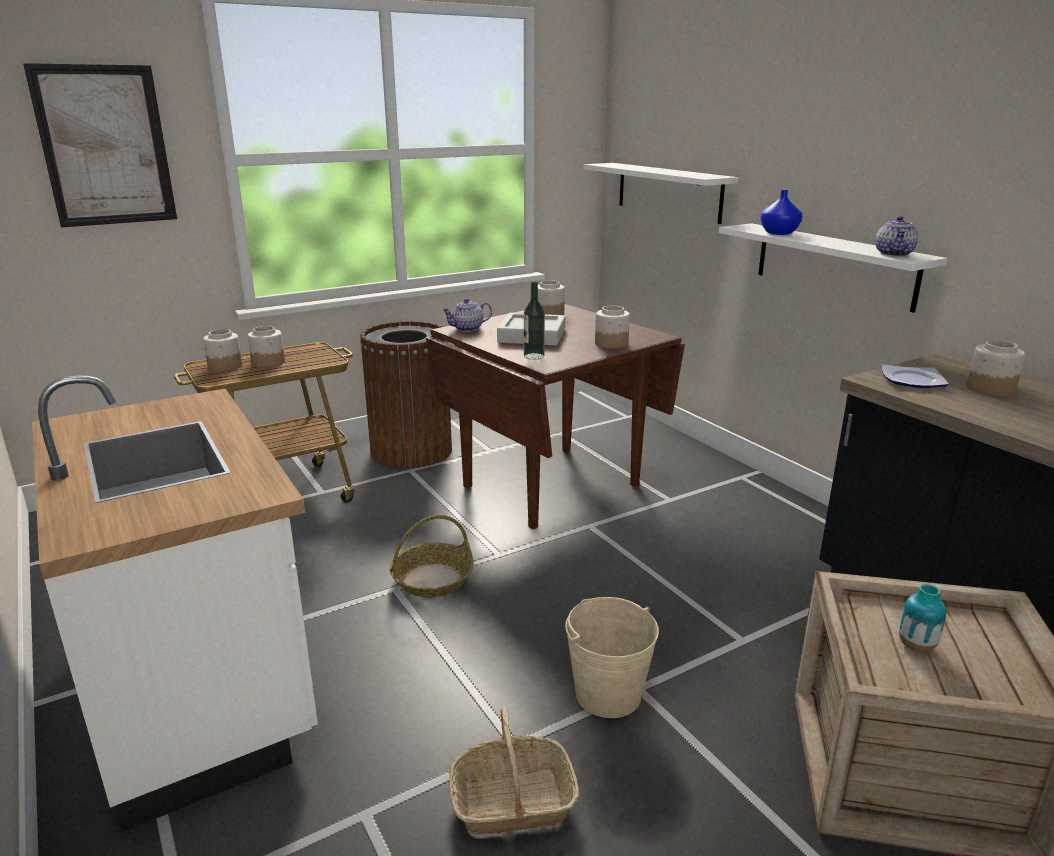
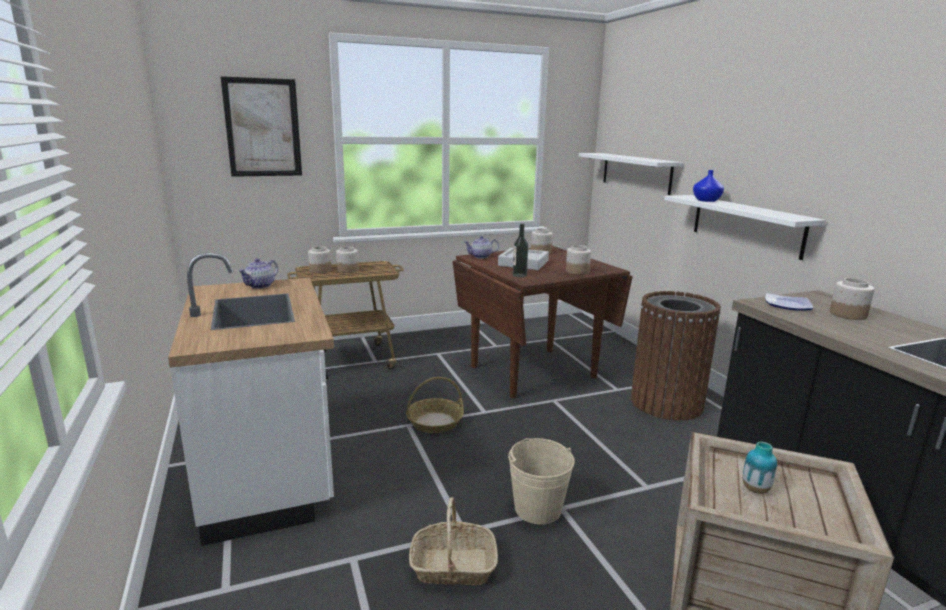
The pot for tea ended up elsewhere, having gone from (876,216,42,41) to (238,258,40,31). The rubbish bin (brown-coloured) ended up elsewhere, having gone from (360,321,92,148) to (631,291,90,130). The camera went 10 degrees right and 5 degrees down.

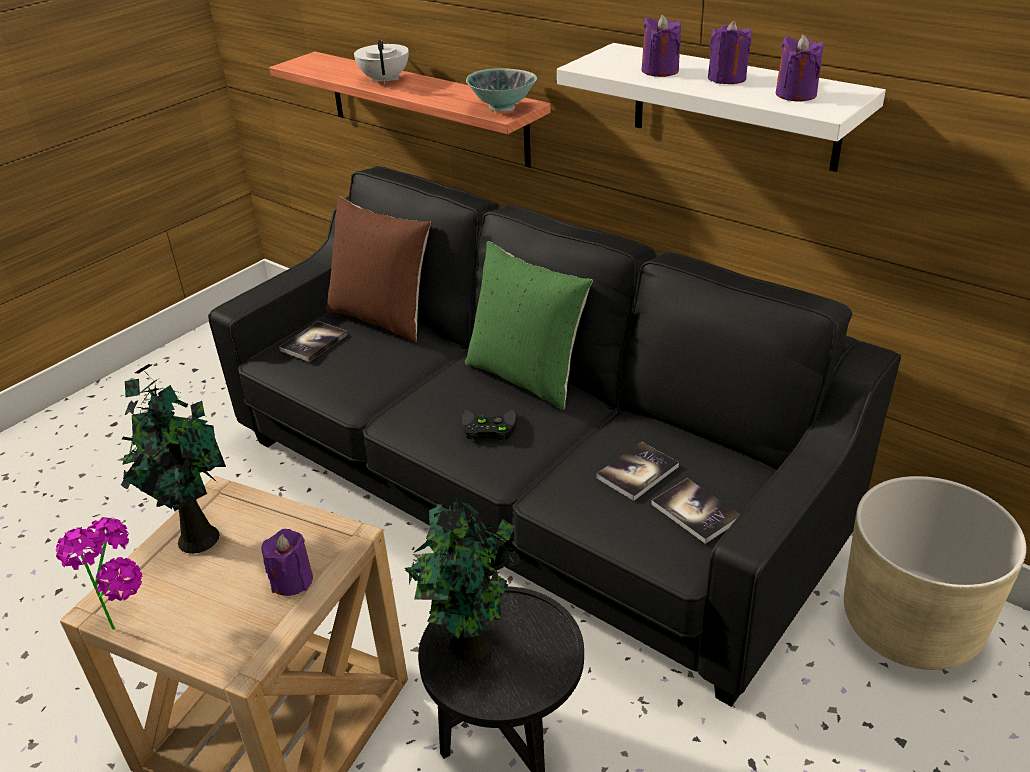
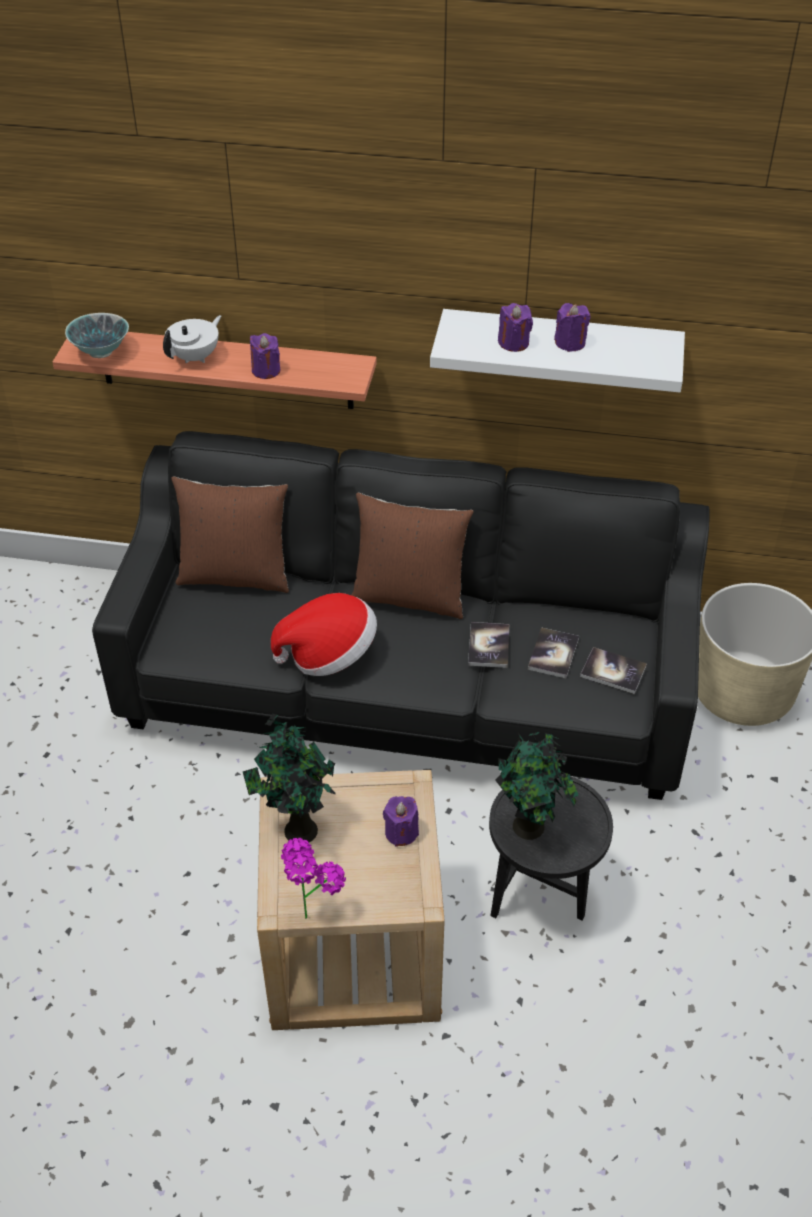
The serving bowl ended up elsewhere, having gone from (466,68,71,44) to (65,313,64,45). The pot for tea (white) at (354,40,55,45) ended up facing another way, 75 degrees clockwise from before. The candle (purple) ended up elsewhere, having gone from (776,34,47,68) to (250,333,30,46). The second view gained the hat at (271,593,106,83). What was the throw pillow (green) at (465,241,128,169) turned into the throw pillow (brown-coloured) at (351,493,123,126). The volume ended up elsewhere, having gone from (279,321,68,41) to (468,622,41,46). The second view lost the game controller (blackish) at (462,409,55,33). The camera went 30 degrees left and 10 degrees up.

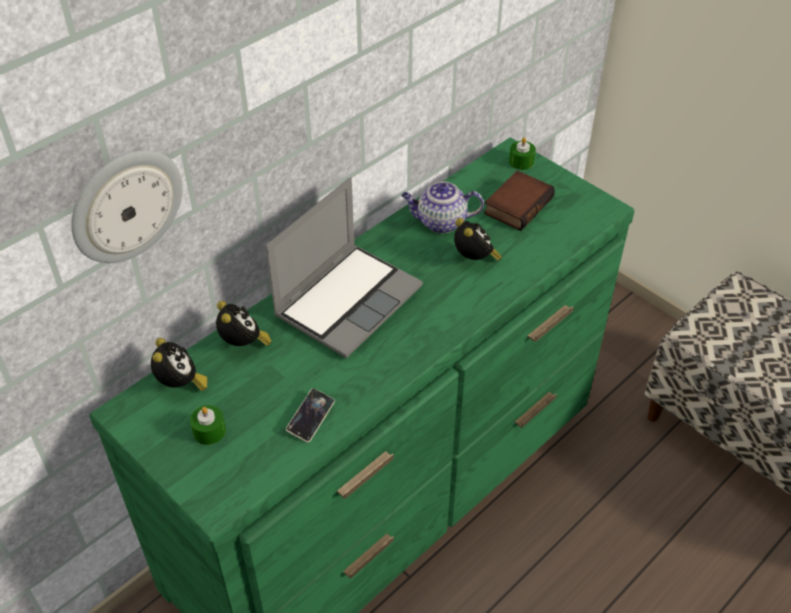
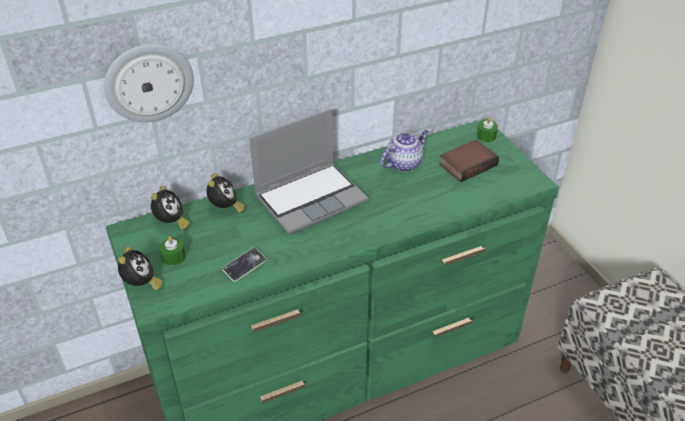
The alarm clock ended up elsewhere, having gone from (454,218,48,43) to (118,246,45,45). The pot for tea at (401,181,83,52) ended up facing another way, 120 degrees clockwise from before. The camera went 20 degrees right and 5 degrees down.

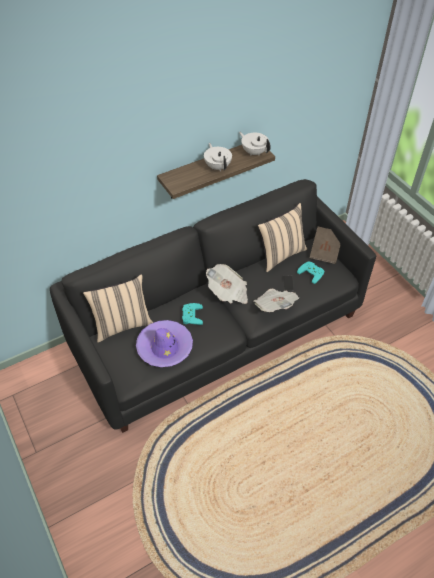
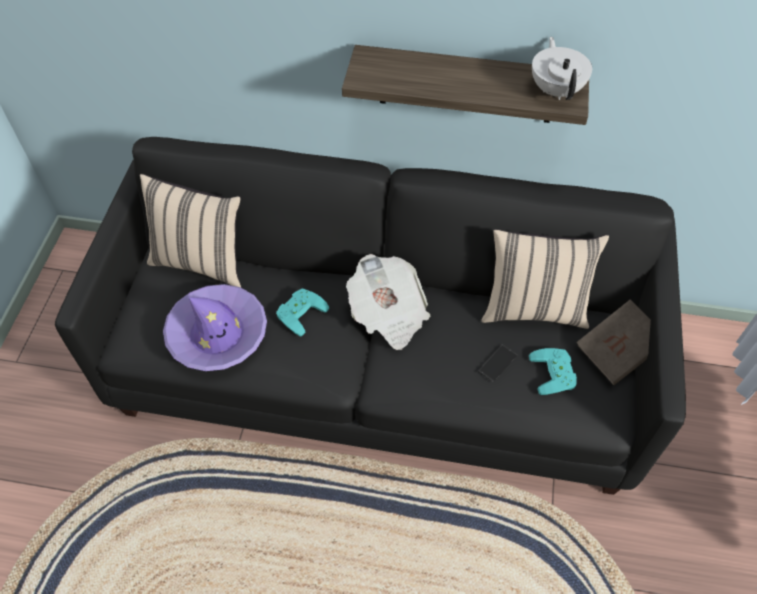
The second view lost the pot for tea (white) at (204,143,28,28). The second view lost the daily paper at (253,289,46,23). The camera went 40 degrees right and 5 degrees up.

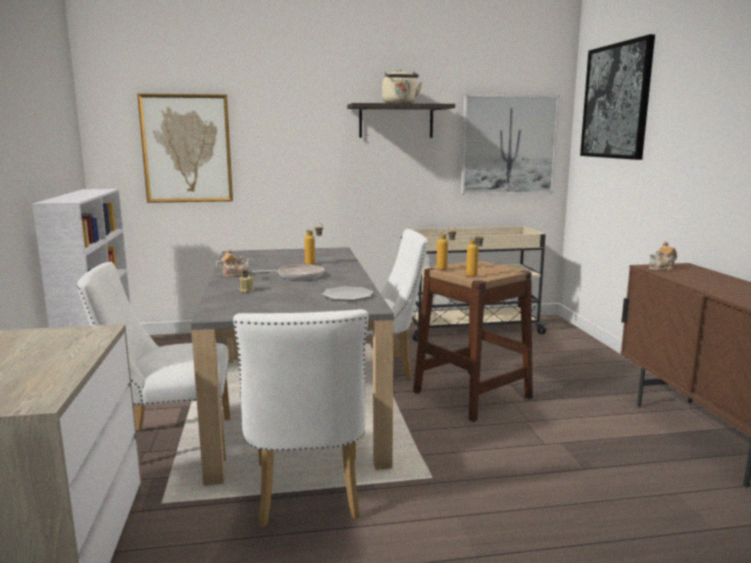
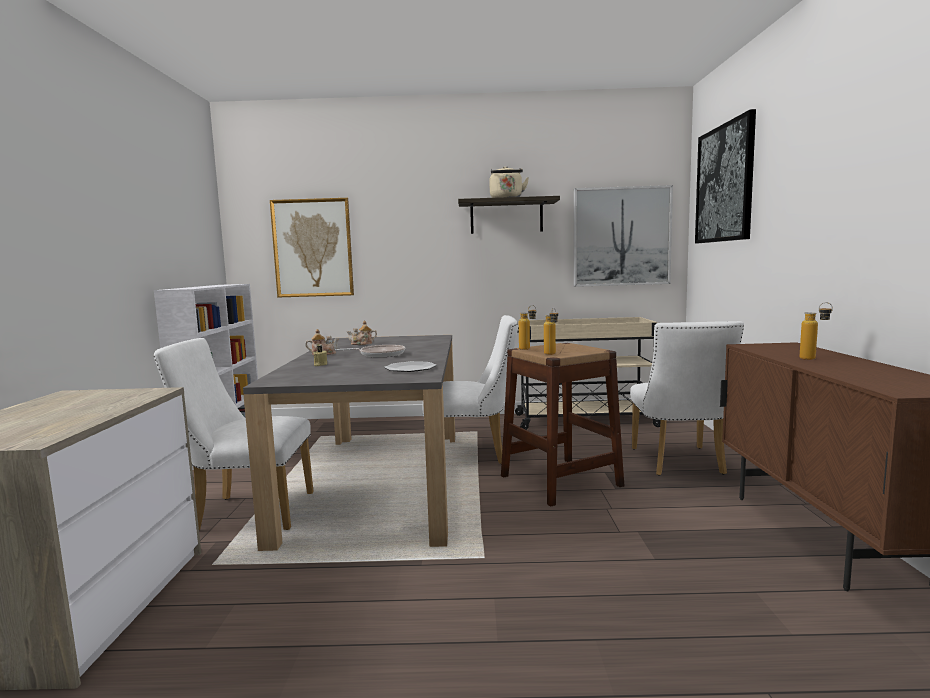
The pot for tea ended up elsewhere, having gone from (649,241,28,30) to (347,321,30,24). The upright chair (white) ended up elsewhere, having gone from (233,309,136,218) to (630,321,114,155). The drink bottle ended up elsewhere, having gone from (304,223,19,42) to (800,302,33,58). The camera went 10 degrees right and 5 degrees down.

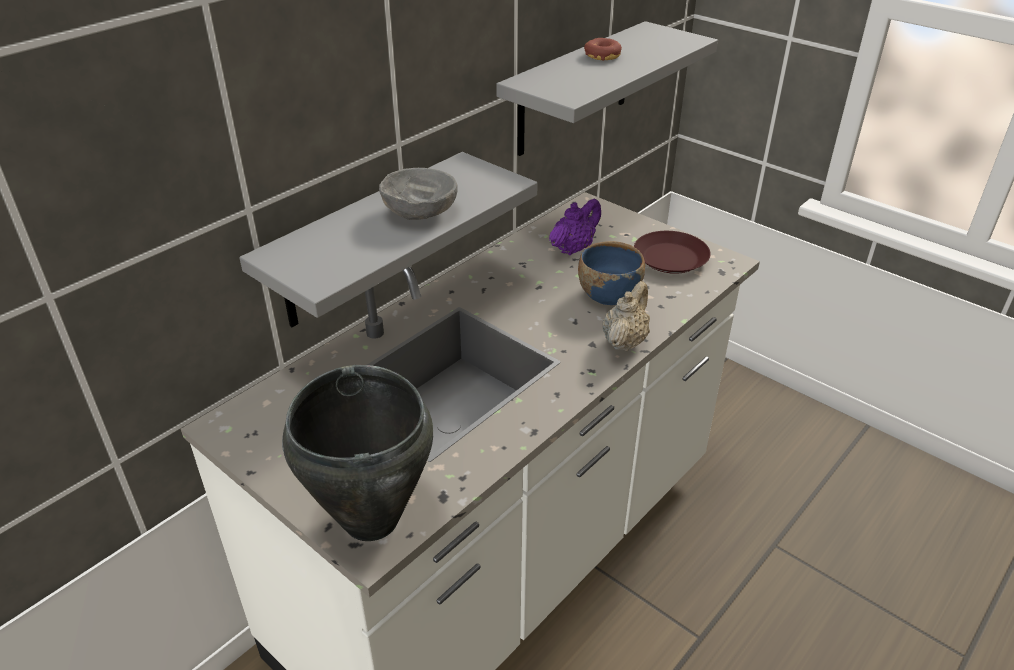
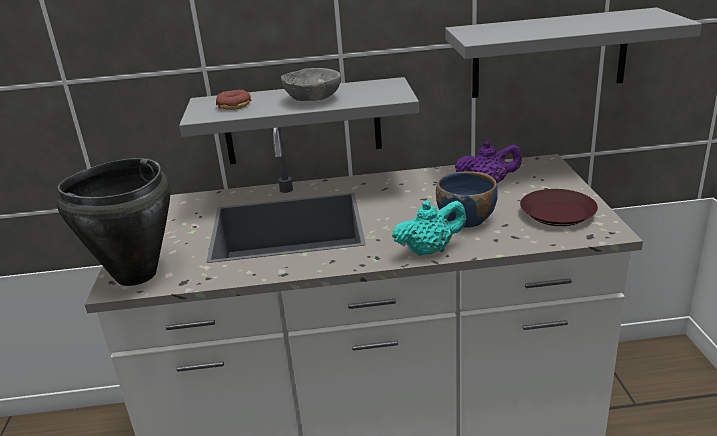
The donut ended up elsewhere, having gone from (584,38,38,23) to (216,90,35,20). What was the pot for tea (beige) at (603,281,47,70) turned into the pot for tea (turquoise-coloured) at (392,200,74,56). The camera went 45 degrees right and 10 degrees down.

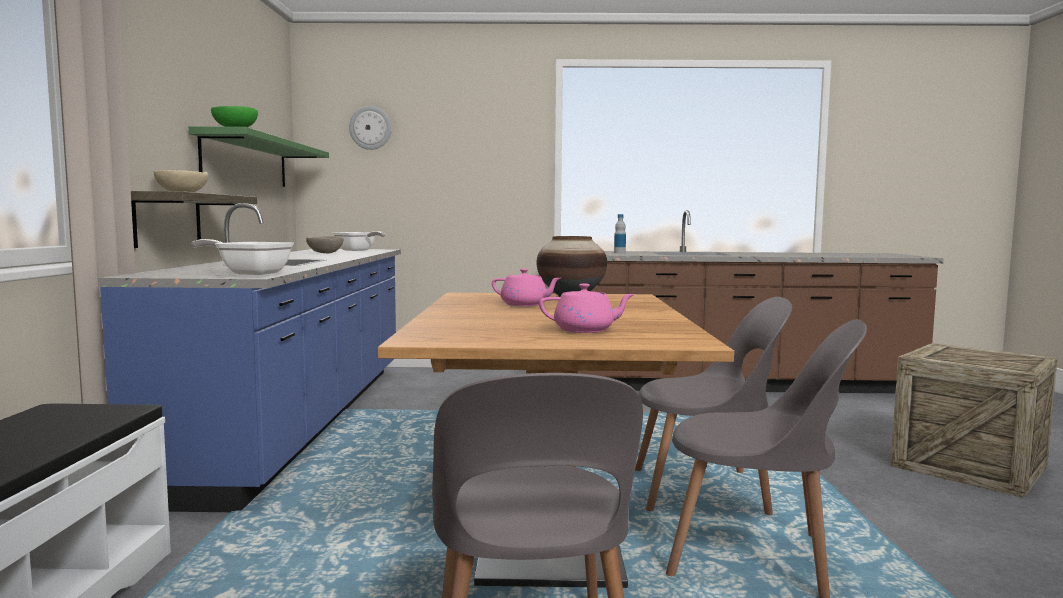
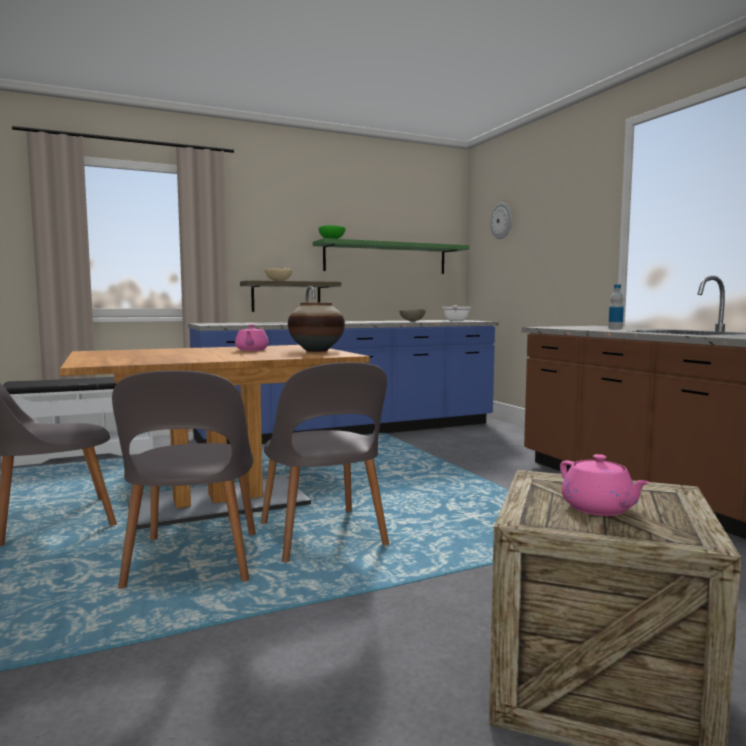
The pot for tea (pink) ended up elsewhere, having gone from (539,283,96,50) to (560,454,90,62). The second view lost the pan at (191,239,103,36). The camera went 65 degrees right and 0 degrees up.

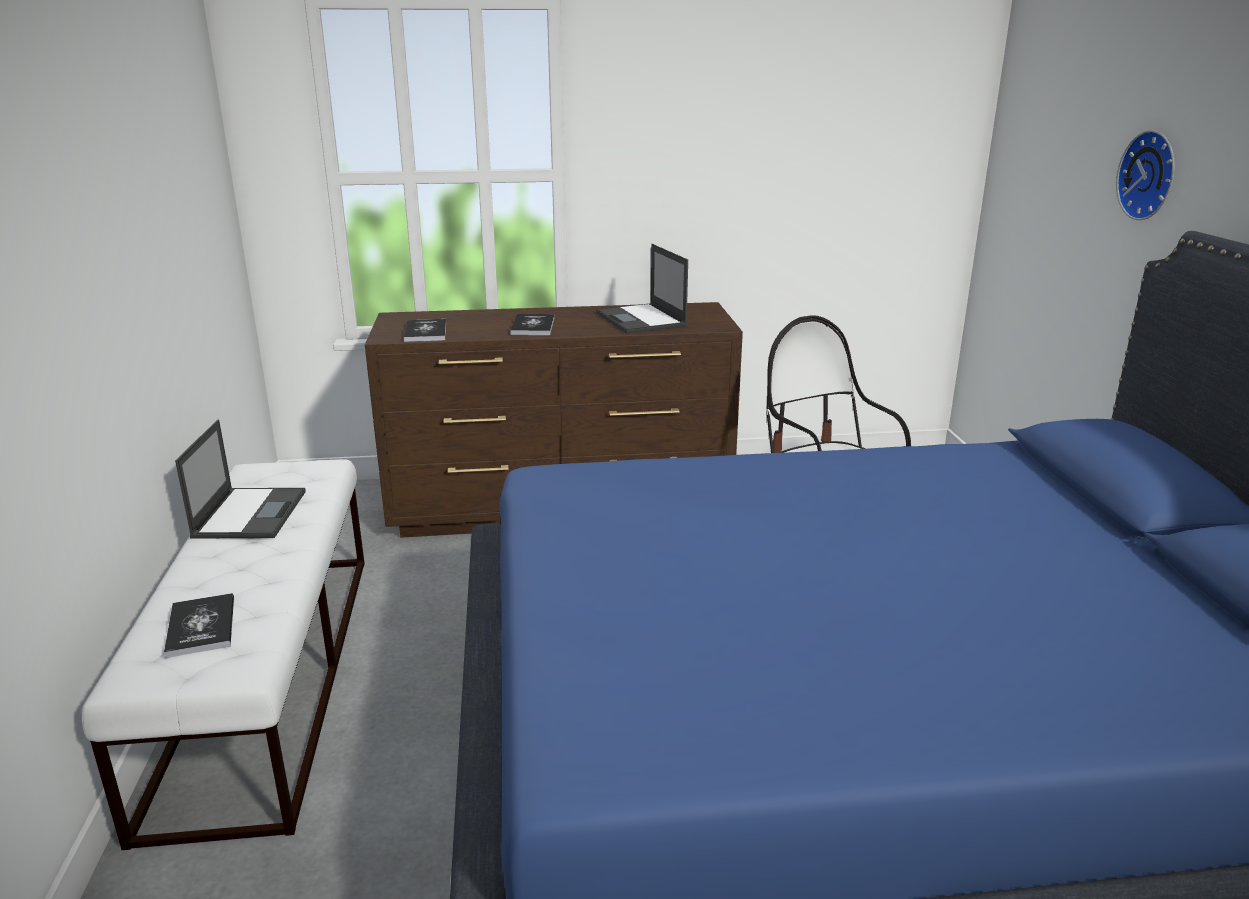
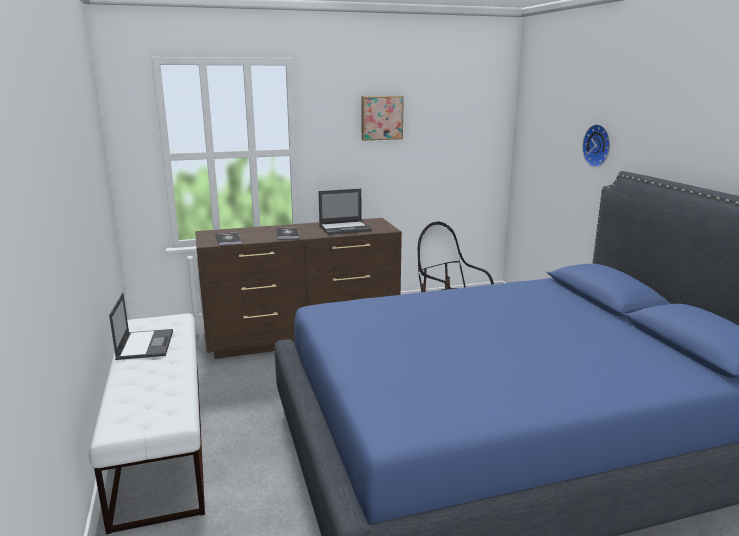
The laptop at (596,244,92,90) ended up facing another way, 75 degrees counterclockwise from before. The second view gained the wall picture at (361,96,43,45). The second view lost the volume at (164,593,70,65). The camera went 10 degrees left and 5 degrees down.

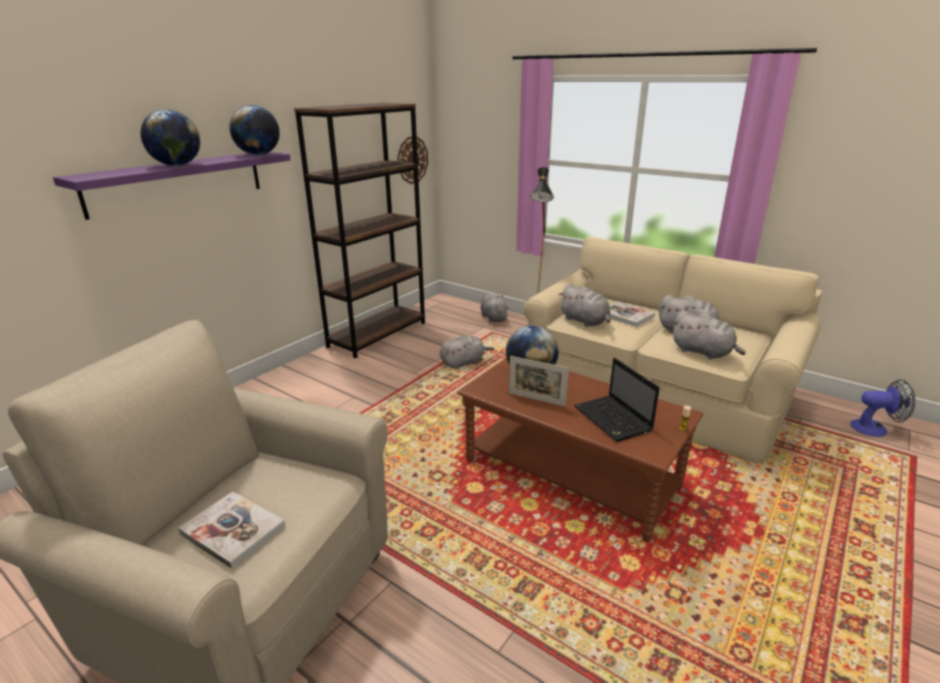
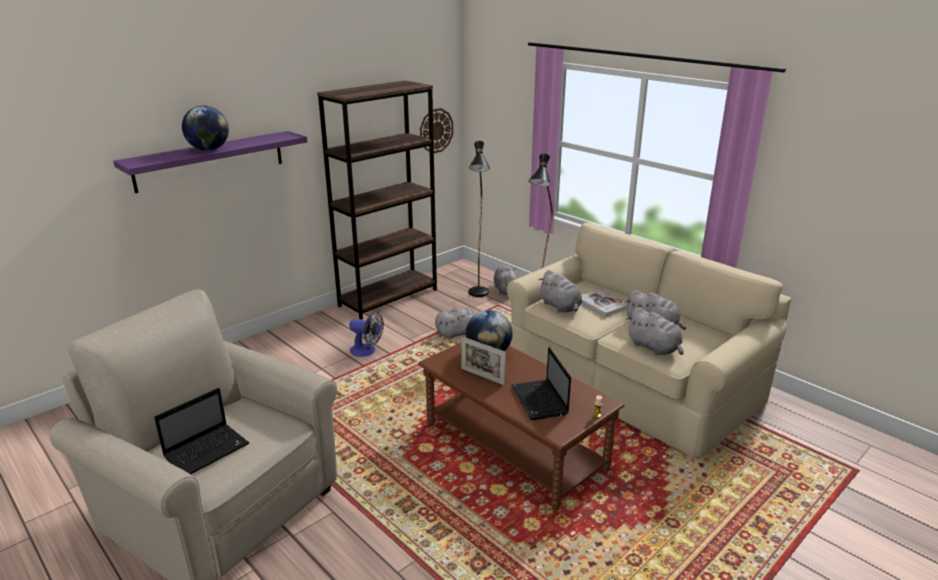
Where the volume stood at (178,491,108,78), the laptop came to stand at (154,388,95,86). The fan ended up elsewhere, having gone from (850,379,65,58) to (349,312,35,45). The second view gained the standing lamp (blackish) at (469,141,21,156). The second view lost the desk globe at (229,105,51,50). The camera went 10 degrees right and 0 degrees up.

